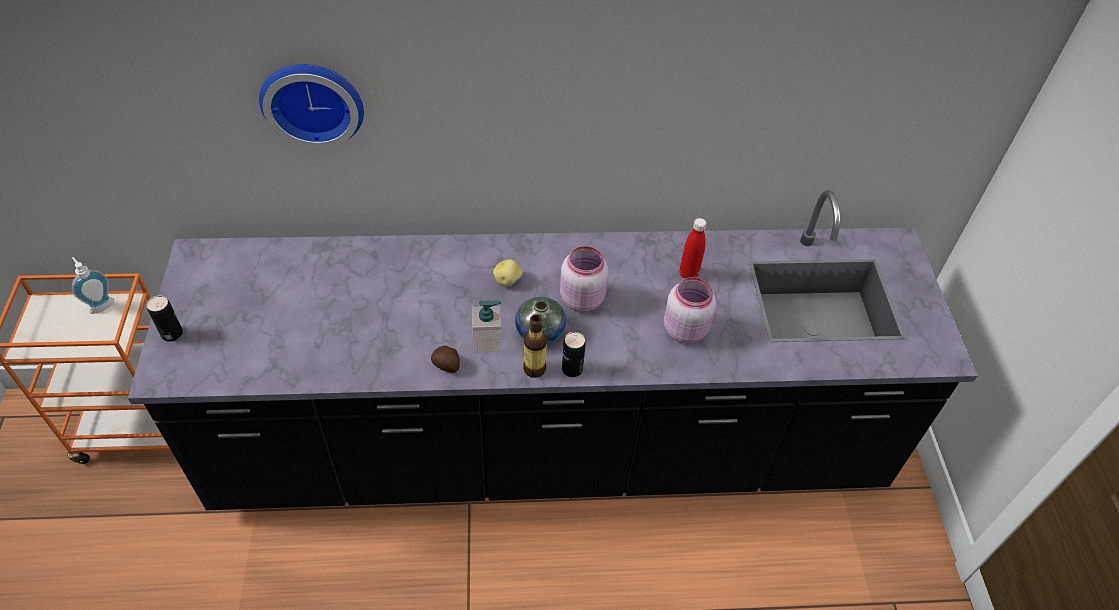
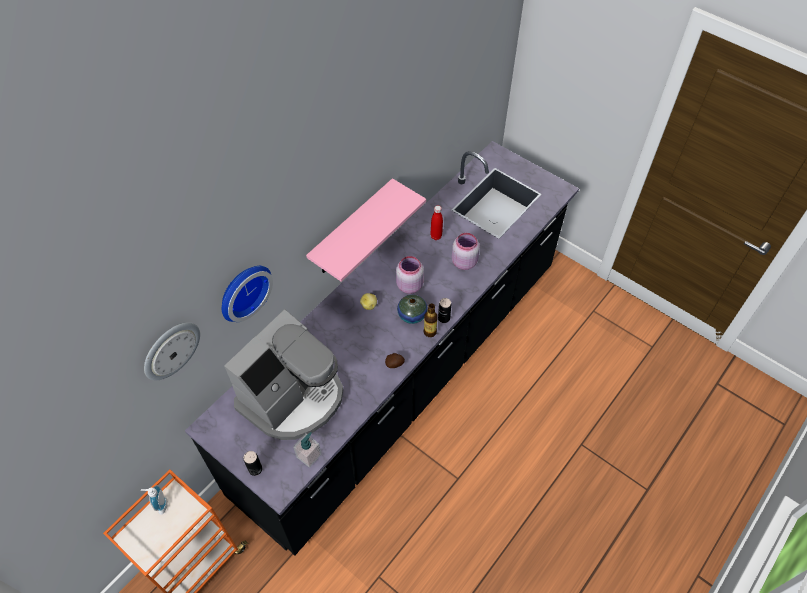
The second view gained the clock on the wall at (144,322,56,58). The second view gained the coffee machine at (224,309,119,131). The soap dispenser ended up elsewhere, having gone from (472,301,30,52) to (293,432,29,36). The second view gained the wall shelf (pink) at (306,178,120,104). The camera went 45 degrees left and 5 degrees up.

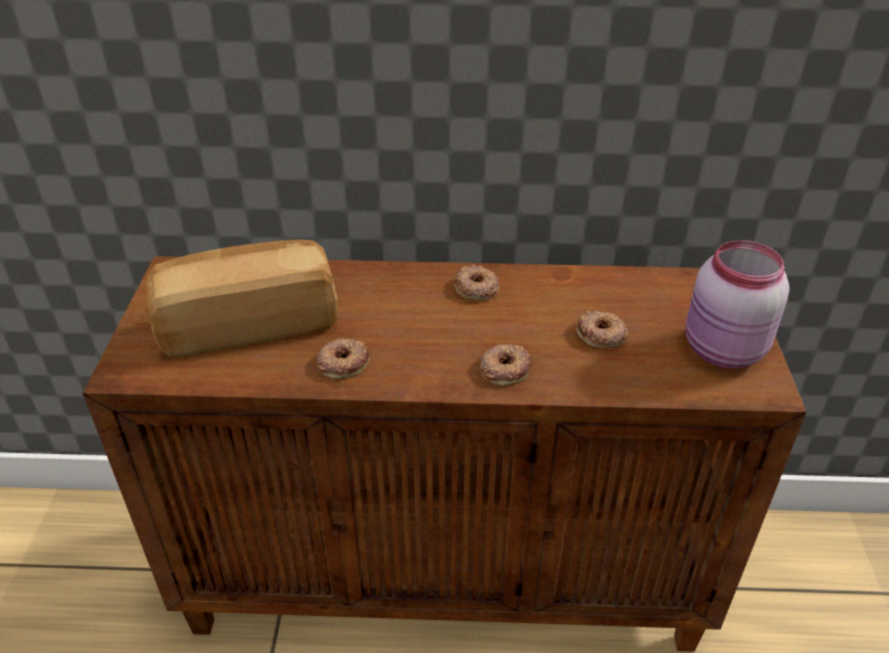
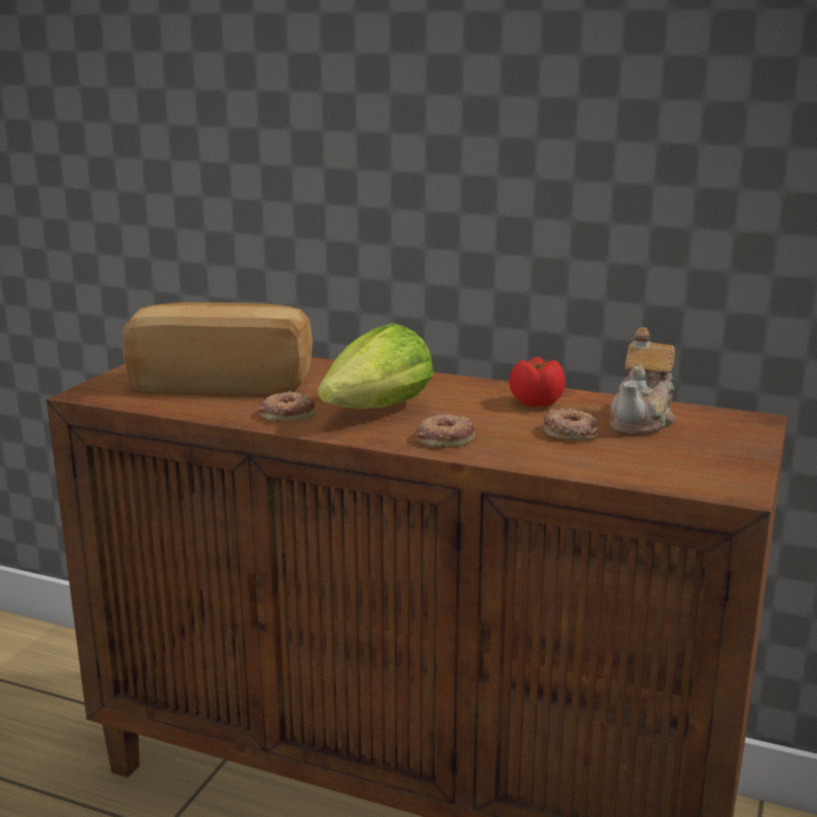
The second view gained the lettuce head at (318,323,115,86). The second view gained the tomato at (509,357,56,50). The second view gained the pot for tea at (610,327,65,108). The second view lost the donut at (454,264,45,36). The second view lost the preserve jar (pink) at (685,240,104,129). The camera went 20 degrees right and 20 degrees down.

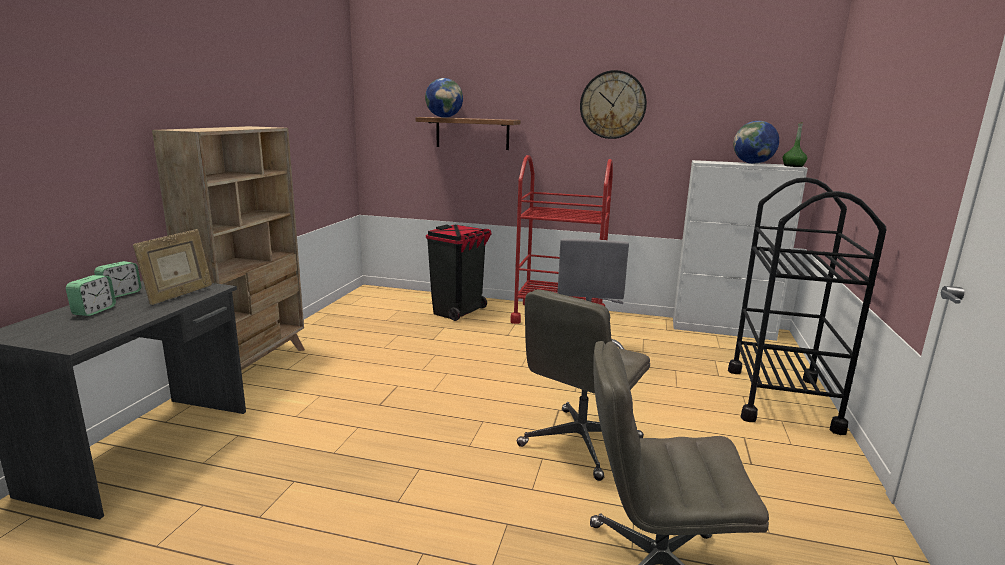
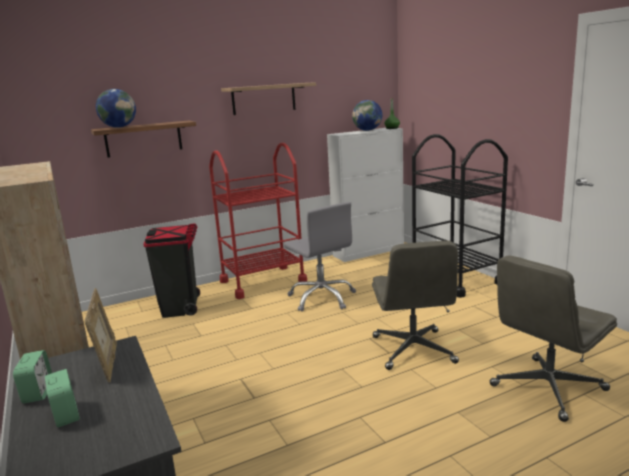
Where the clock on the wall hung at (580,70,67,69), the wall shelf came to hang at (221,82,95,33). The camera went 40 degrees left and 0 degrees up.

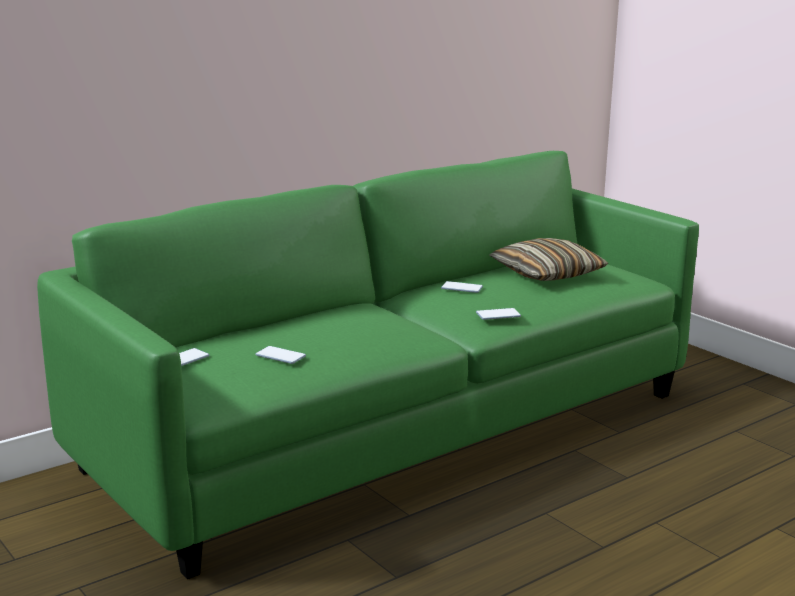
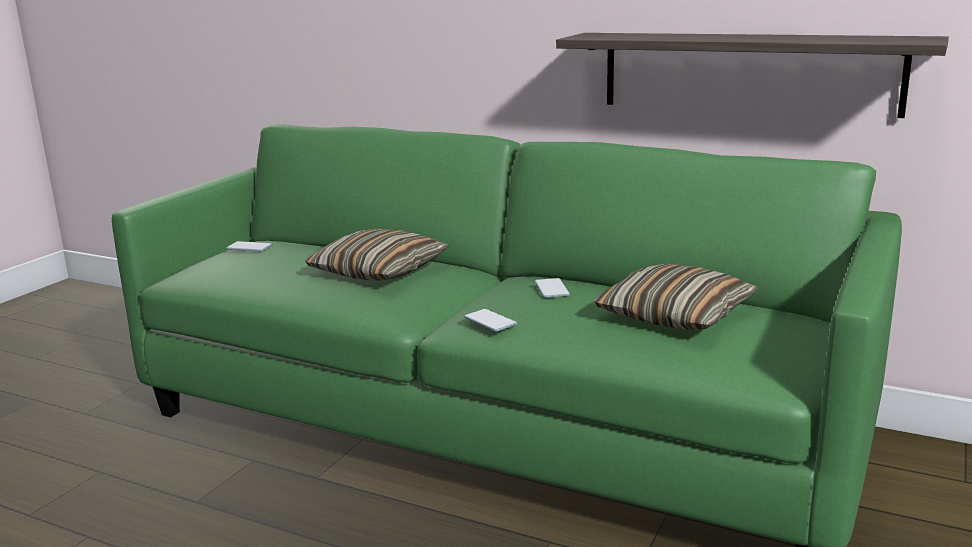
The second view gained the throw pillow at (304,229,146,52). The second view gained the wall shelf at (556,33,393,85). The second view lost the telephone at (256,346,50,18). The camera went 65 degrees right and 0 degrees up.

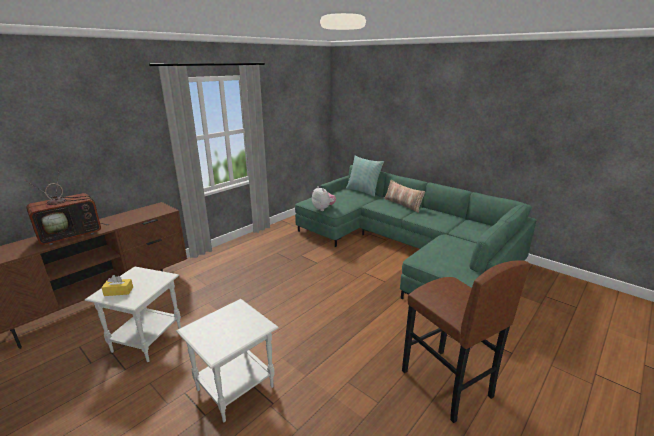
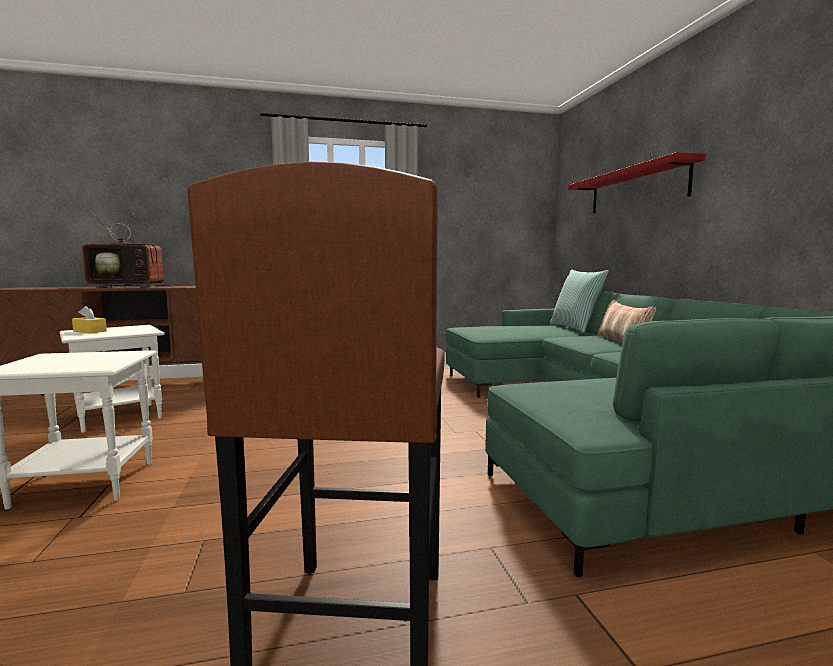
The second view gained the wall shelf (red-coloured) at (568,152,138,61). The second view lost the soft toy at (312,186,24,25). The camera went 35 degrees right and 15 degrees down.

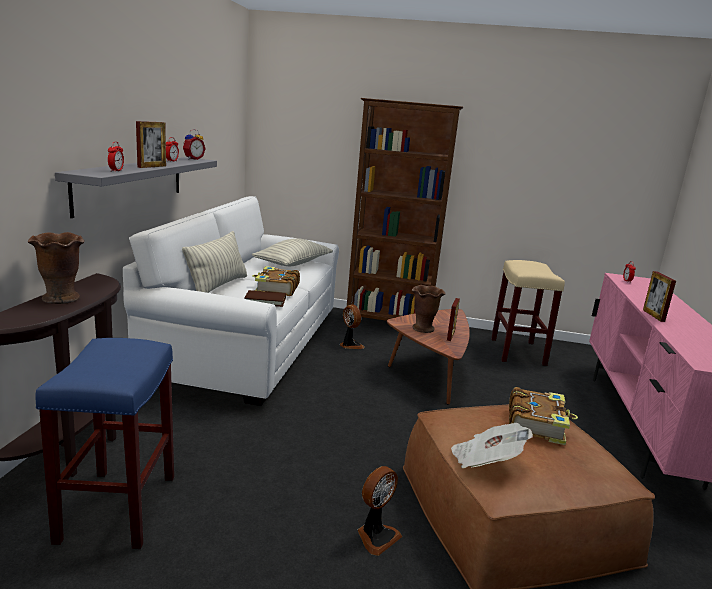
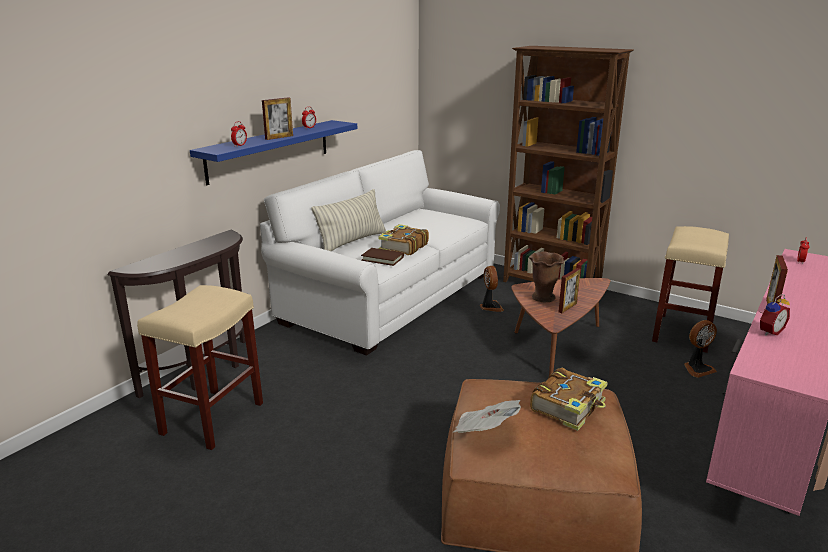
What was the stool (blue-coloured) at (35,338,139,211) turned into the stool (beige) at (137,285,126,165). What was the wall shelf (greyish) at (55,157,162,61) turned into the wall shelf (blue-coloured) at (190,120,167,65). The fan ended up elsewhere, having gone from (358,466,44,90) to (684,320,33,58). The alarm clock ended up elsewhere, having gone from (183,129,23,31) to (760,294,30,42). The second view lost the decorative vase (brown-coloured) at (28,232,56,72). The second view lost the throw pillow at (252,238,81,28). The camera went 25 degrees right and 5 degrees up.

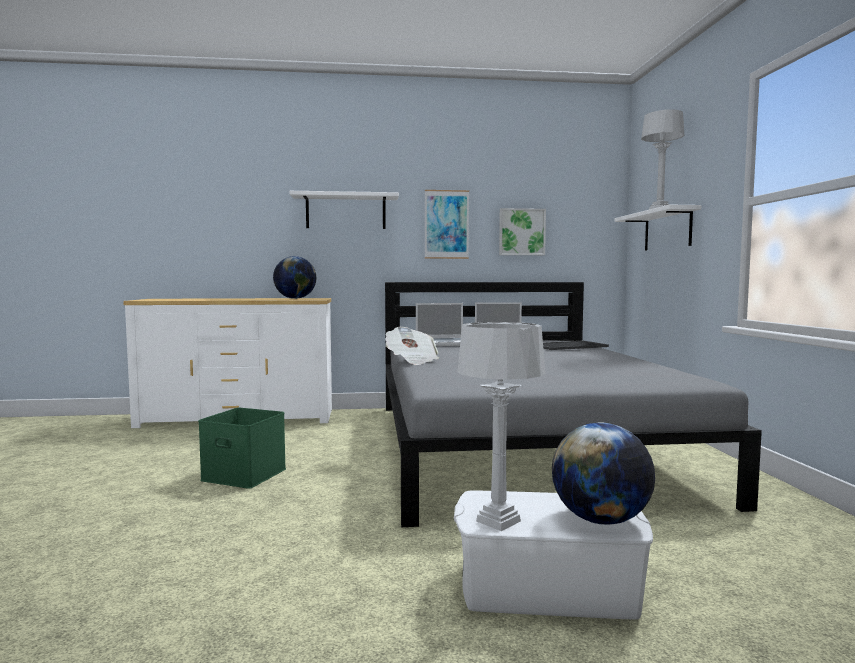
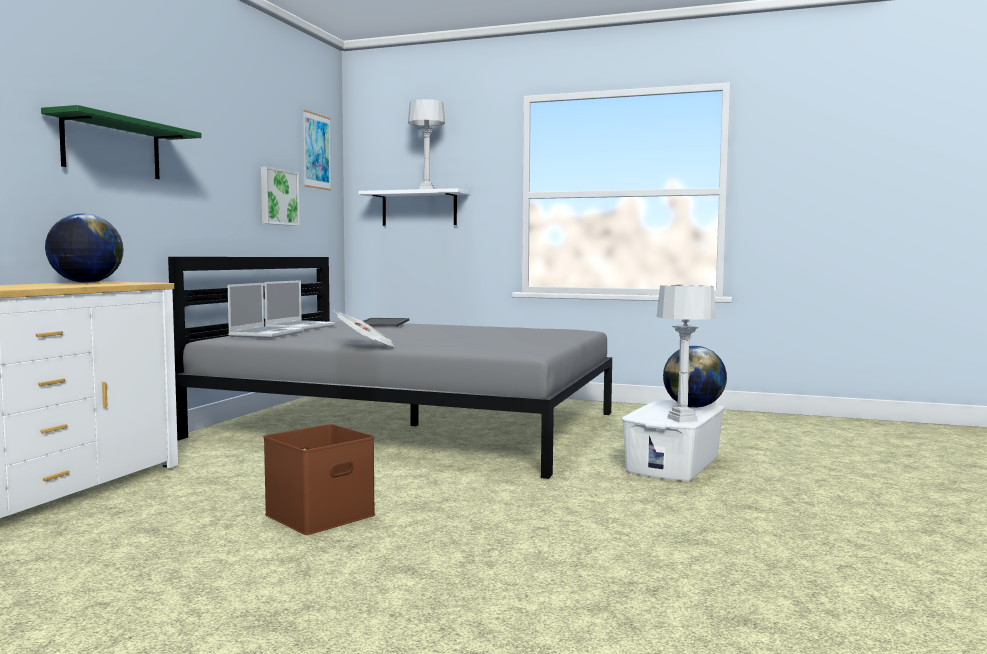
What was the wall shelf (white) at (289,191,110,38) turned into the wall shelf (green) at (41,105,161,74). What was the storage bin (green) at (198,408,88,81) turned into the storage bin (brown-coloured) at (264,424,111,111). The wall picture ended up elsewhere, having gone from (425,190,44,69) to (303,110,28,80). The camera went 65 degrees left and 0 degrees up.

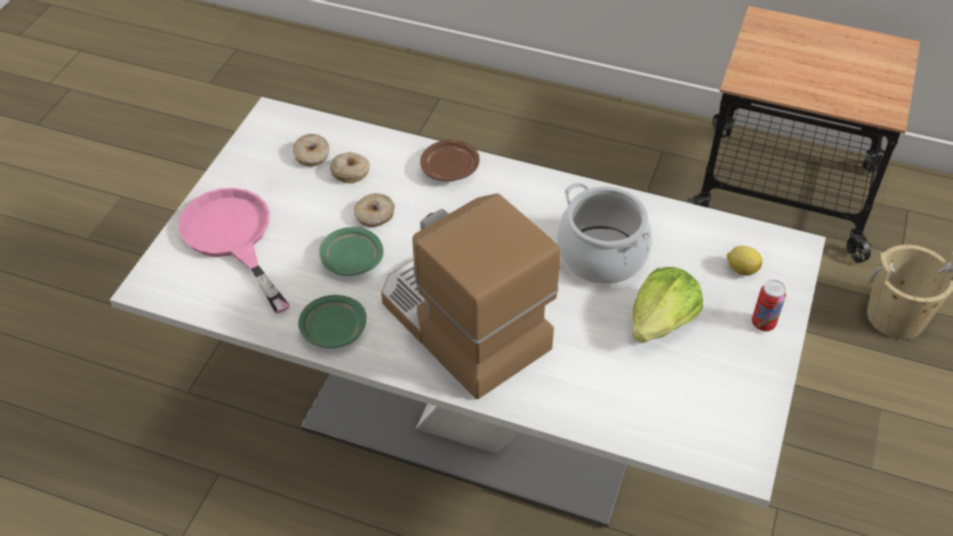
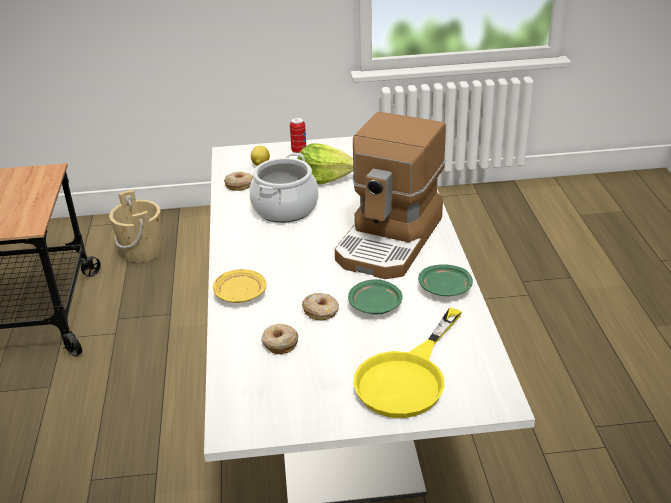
What was the dinner plate (brown-coloured) at (420,140,60,41) turned into the dinner plate (yellow-coloured) at (213,269,53,34). The donut ended up elsewhere, having gone from (293,134,36,33) to (224,172,29,19). What was the pan (pink) at (178,188,112,126) turned into the pan (yellow-coloured) at (353,308,109,110). The camera went 115 degrees left and 15 degrees down.

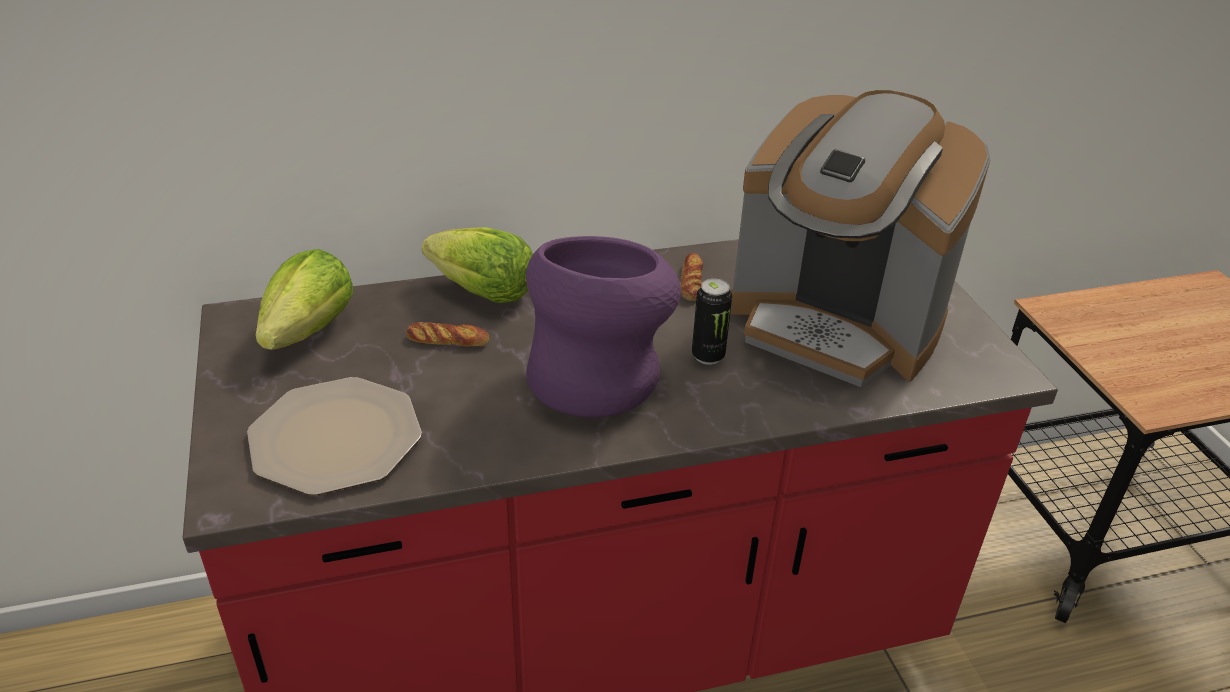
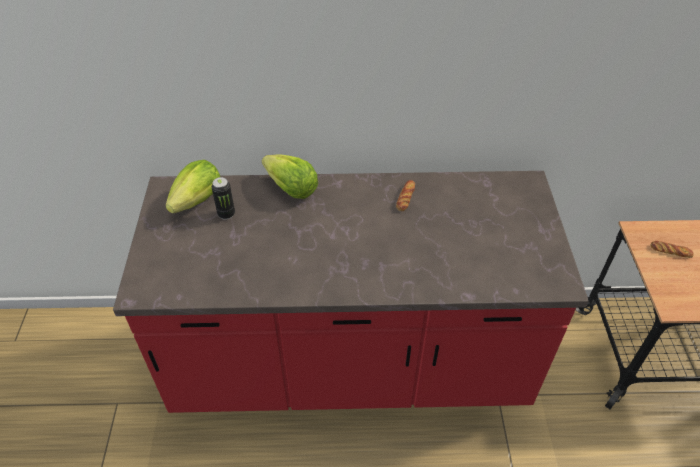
The sealed can ended up elsewhere, having gone from (692,278,40,87) to (212,177,23,43). The bread ended up elsewhere, having gone from (406,322,83,24) to (650,241,44,17). The second view lost the dinner plate at (247,377,175,118). The second view lost the decorative vase (purple) at (526,236,155,181). The second view lost the coffee machine at (730,90,261,297). The camera went 15 degrees right and 10 degrees up.

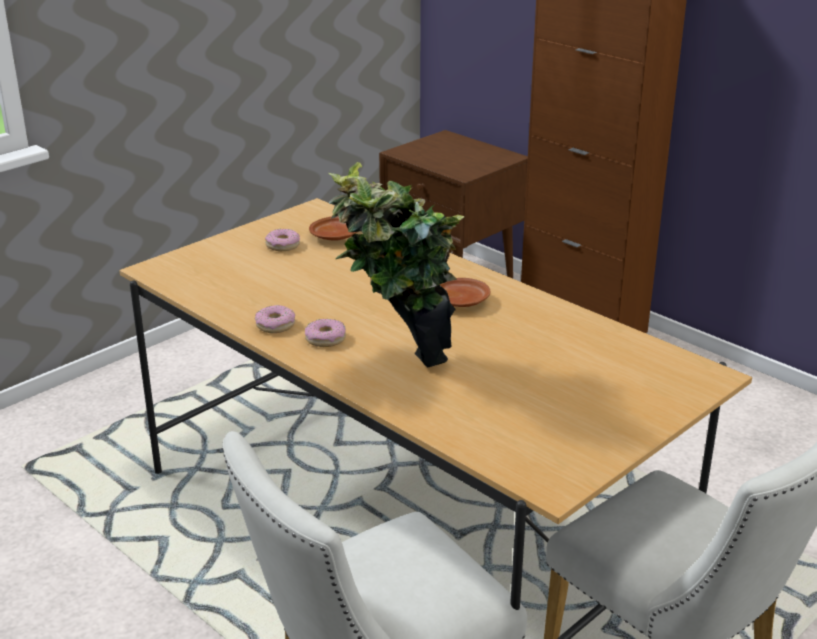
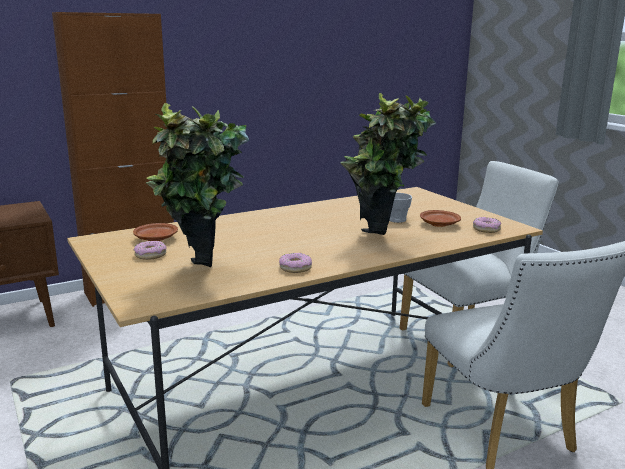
The second view gained the potted plant at (146,103,103,164). The second view gained the drinking cup at (389,193,23,30). The dinner plate (brown-coloured) ended up elsewhere, having gone from (440,278,50,29) to (420,210,41,17). The donut ended up elsewhere, having gone from (305,319,41,28) to (473,217,28,16). The camera went 75 degrees left and 10 degrees down.

